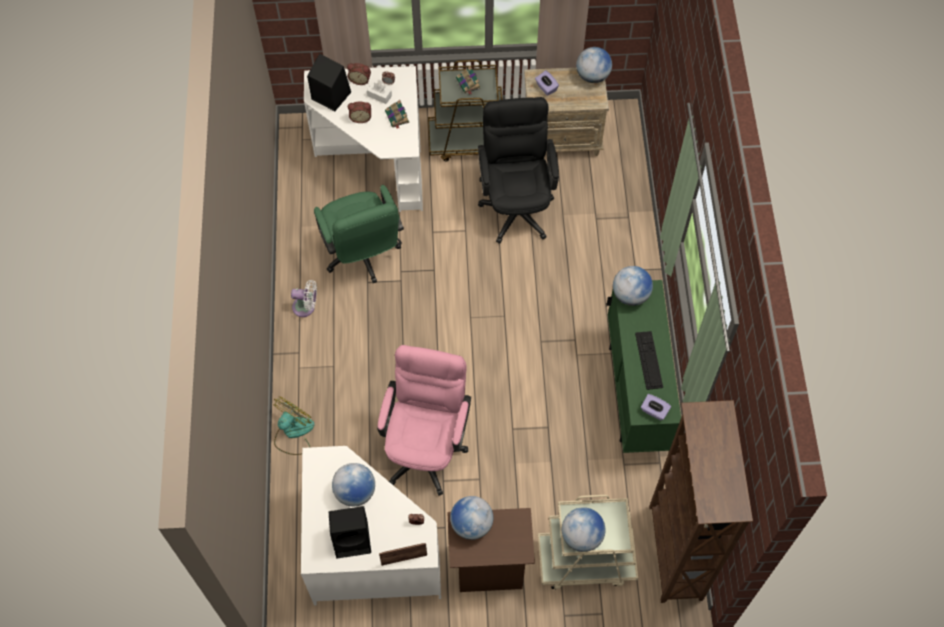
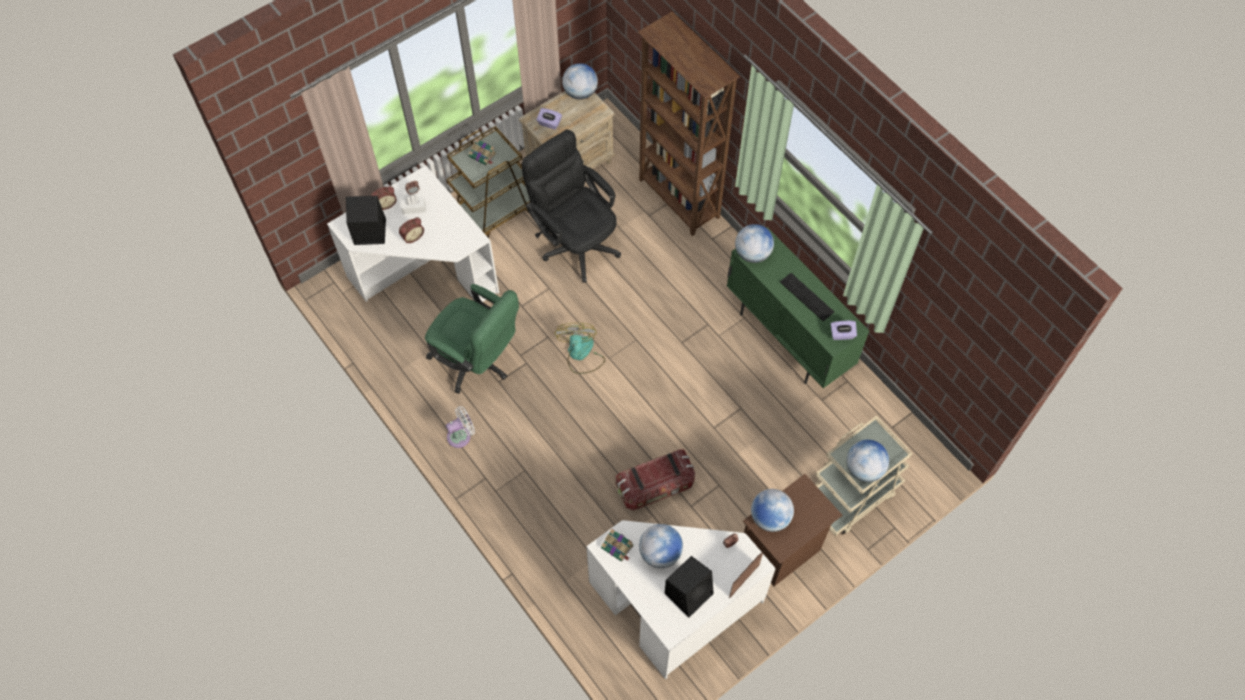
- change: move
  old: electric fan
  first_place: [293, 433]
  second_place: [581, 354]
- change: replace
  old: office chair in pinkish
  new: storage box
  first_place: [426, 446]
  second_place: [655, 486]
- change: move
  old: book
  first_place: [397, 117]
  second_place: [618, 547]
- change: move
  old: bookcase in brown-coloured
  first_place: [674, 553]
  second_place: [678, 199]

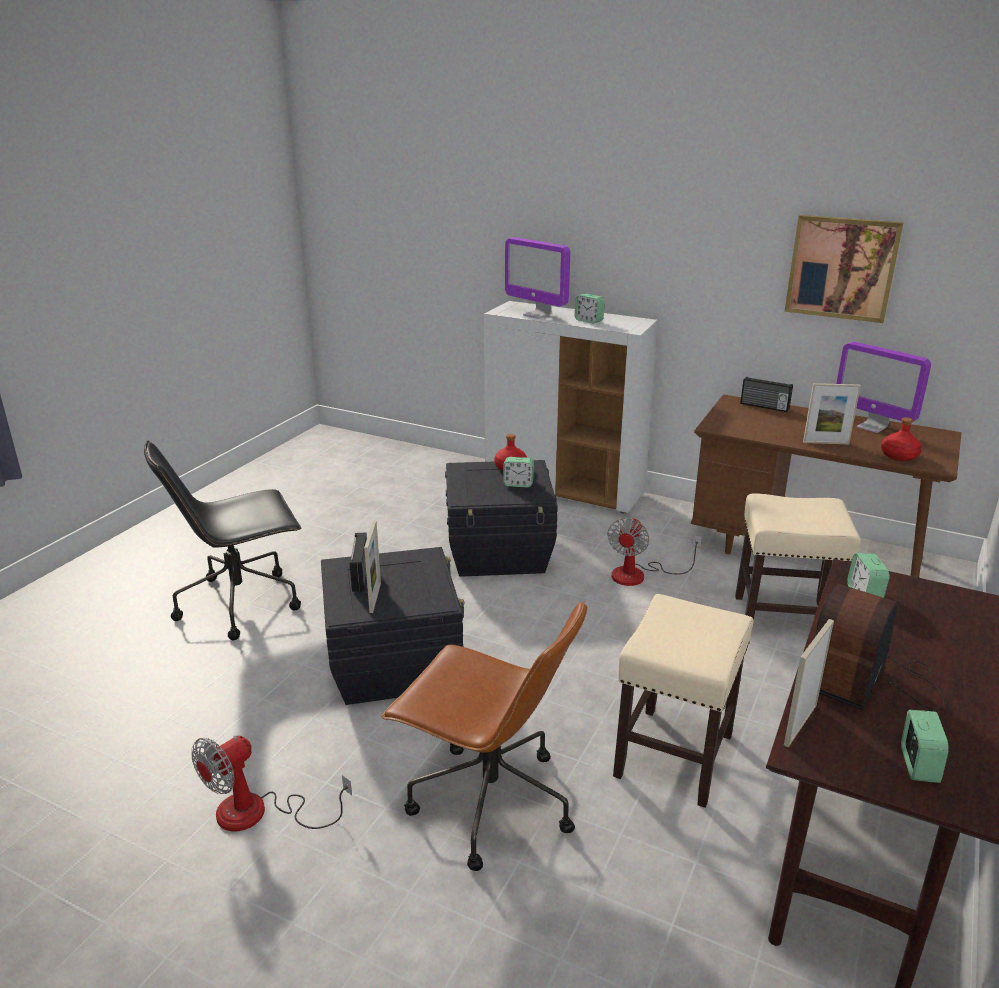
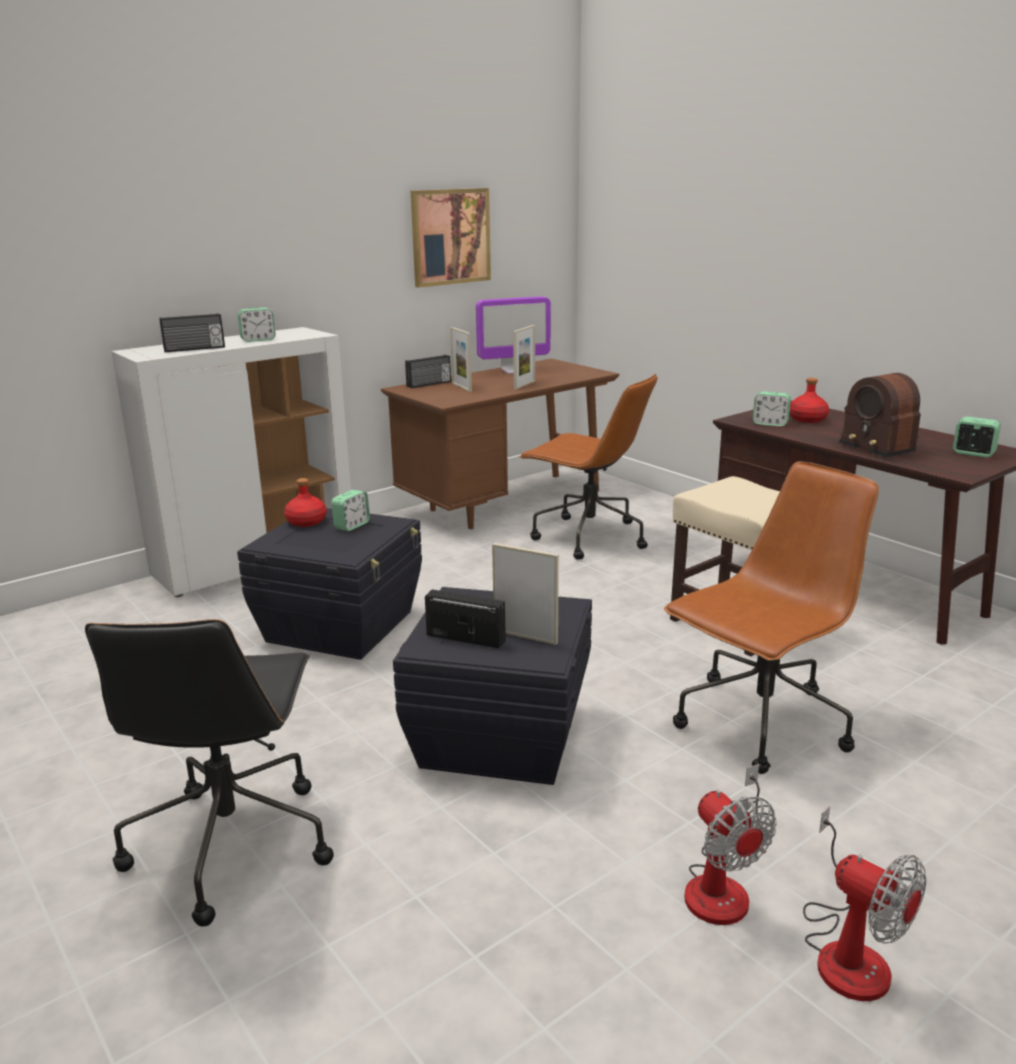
- change: replace
  old: computer screen
  new: radio
  first_place: [537, 315]
  second_place: [194, 349]
- change: move
  old: electric fan
  first_place: [639, 575]
  second_place: [848, 950]
- change: replace
  old: stool in beige-coloured
  new: office chair in brown-coloured
  first_place: [782, 619]
  second_place: [587, 537]
- change: move
  old: standing frame
  first_place: [800, 725]
  second_place: [461, 387]
- change: move
  old: bottle in red-coloured
  first_place: [899, 456]
  second_place: [808, 419]

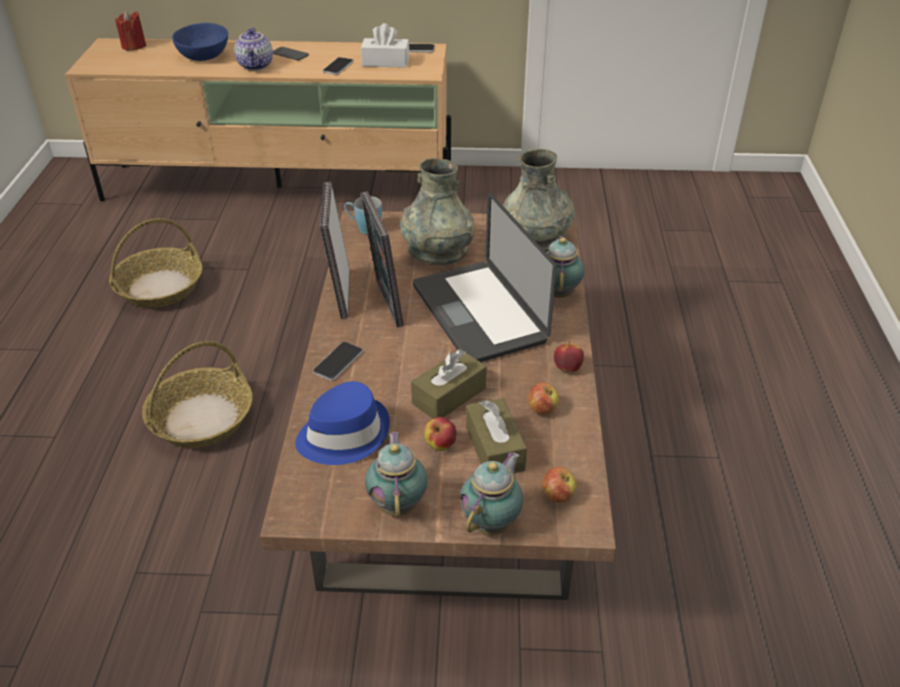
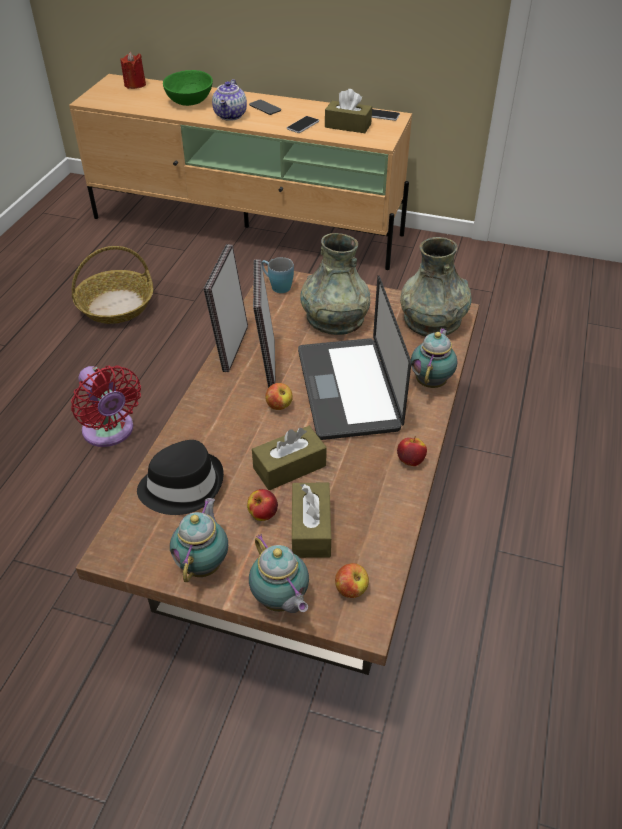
- change: replace
  old: basket
  new: electric fan in red-coloured
  first_place: [202, 418]
  second_place: [110, 432]
- change: recolor
  old: serving bowl in bluish
  new: serving bowl in greenish
  first_place: [203, 56]
  second_place: [189, 101]
- change: recolor
  old: wearable hat in bluish
  new: wearable hat in black-coloured
  first_place: [343, 434]
  second_place: [182, 485]
- change: delete
  old: handset
  first_place: [338, 362]
- change: recolor
  old: tissue holder in white
  new: tissue holder in brown-coloured
  first_place: [385, 62]
  second_place: [348, 126]
- change: rotate
  old: tea pot
  first_place: [492, 522]
  second_place: [280, 601]
  degrees: 105
- change: move
  old: apple
  first_place: [542, 409]
  second_place: [279, 406]

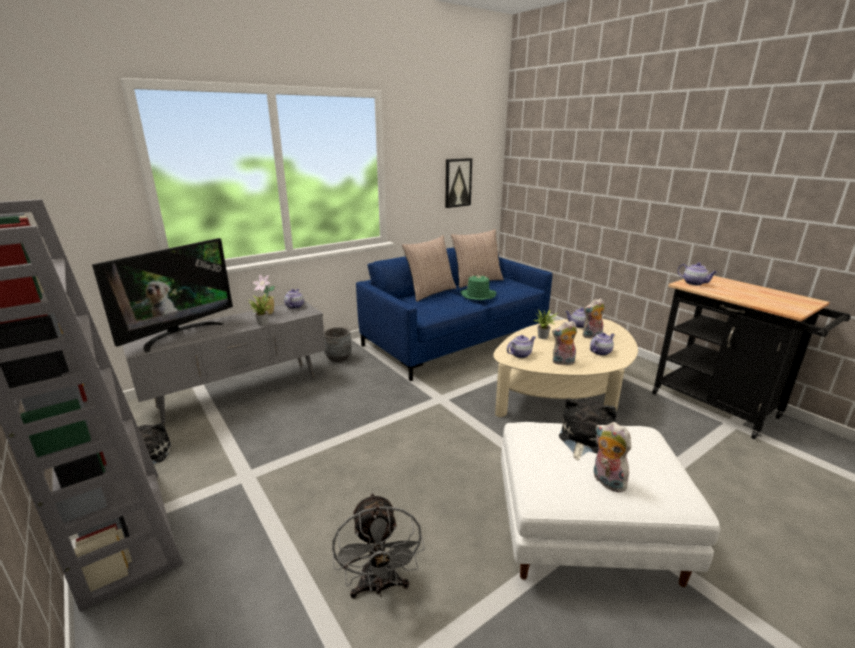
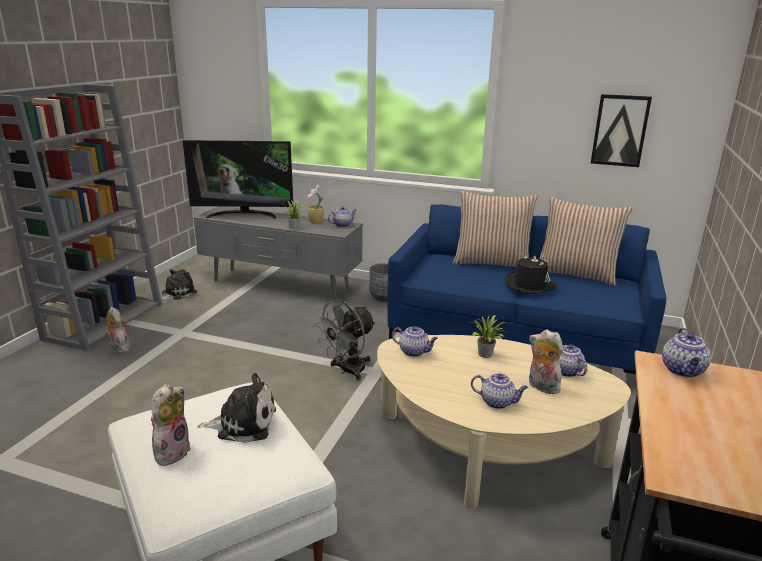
- change: move
  old: electric fan in gray
  first_place: [379, 587]
  second_place: [347, 371]
- change: recolor
  old: wearable hat in greenish
  new: wearable hat in black-coloured
  first_place: [478, 295]
  second_place: [529, 285]
- change: move
  old: cuddly toy
  first_place: [563, 362]
  second_place: [118, 348]

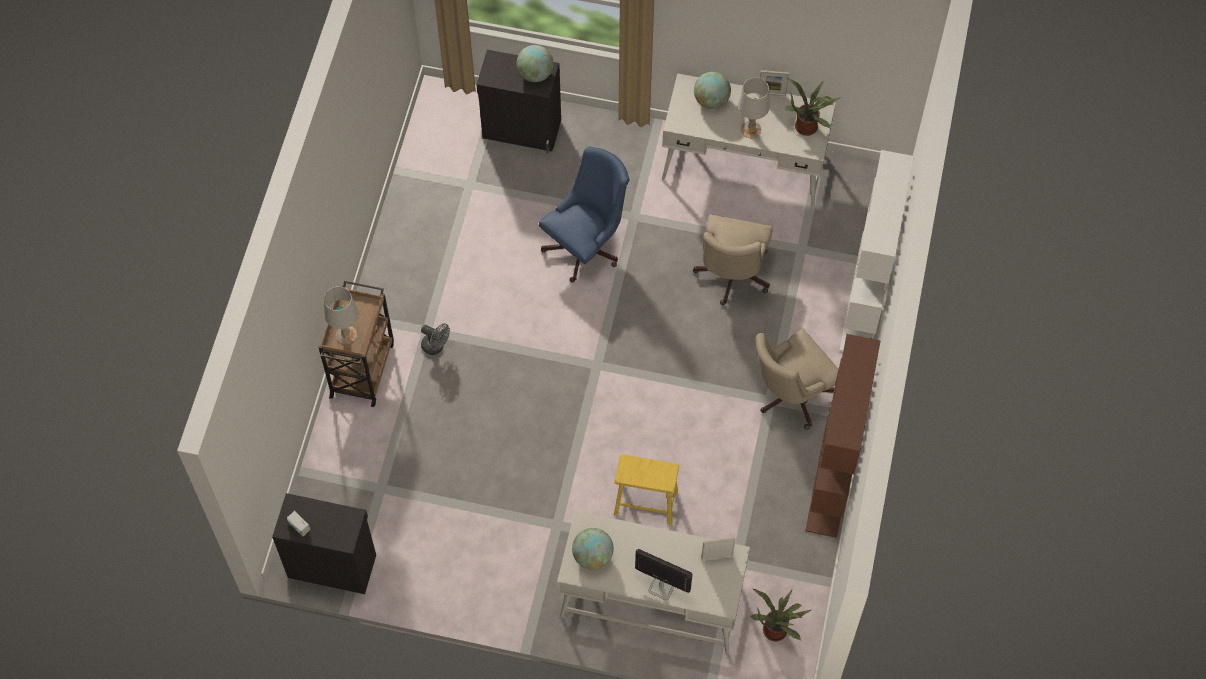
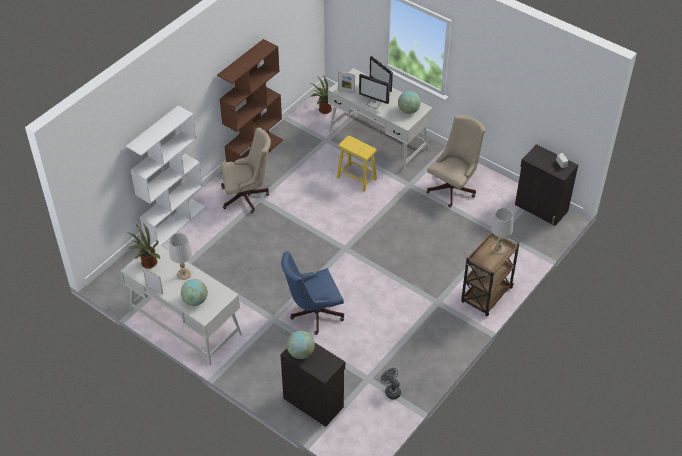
- change: move
  old: electric fan in gray
  first_place: [436, 347]
  second_place: [391, 391]
- change: move
  old: office chair in beige-coloured
  first_place: [731, 276]
  second_place: [454, 188]
- change: insert
  new: computer screen
  second_place: [374, 103]

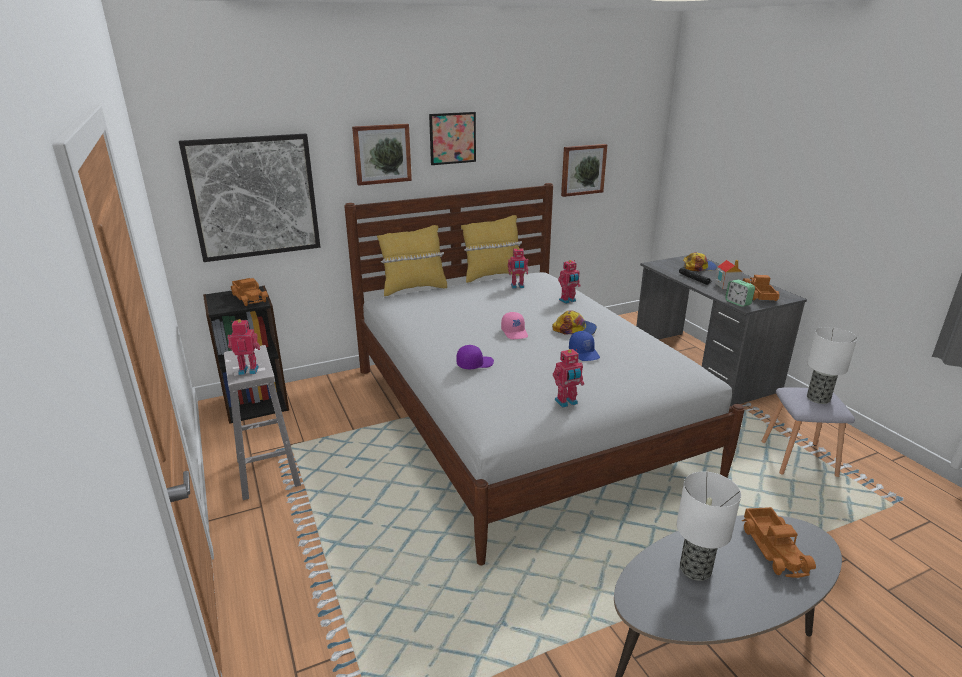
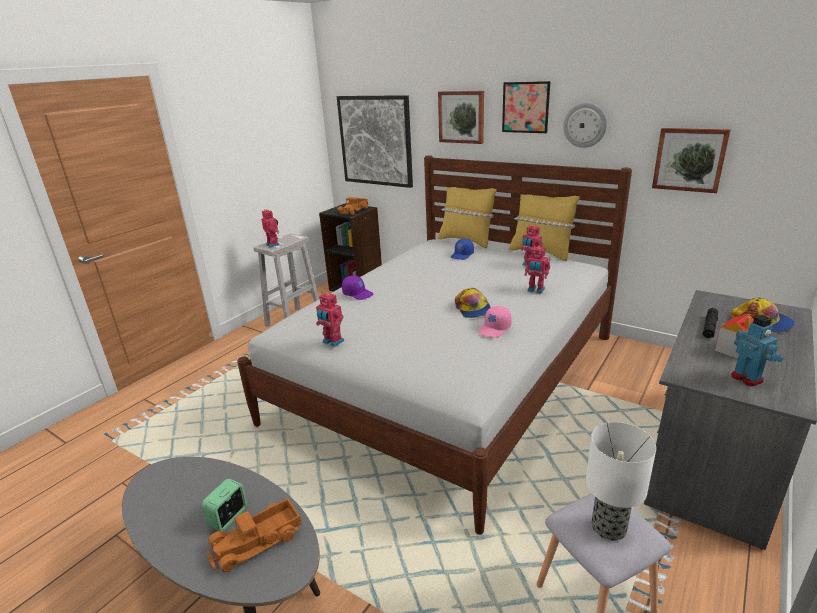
- change: move
  old: peaked cap in pinkish
  first_place: [515, 332]
  second_place: [495, 329]
- change: move
  old: peaked cap in bluish
  first_place: [584, 353]
  second_place: [462, 255]
- change: delete
  old: table lamp
  first_place: [694, 568]
- change: move
  old: table clock
  first_place: [738, 303]
  second_place: [229, 517]
- change: replace
  old: toy lorry
  new: toy robot
  first_place: [758, 294]
  second_place: [747, 378]
- change: insert
  new: hanging clock
  second_place: [585, 125]

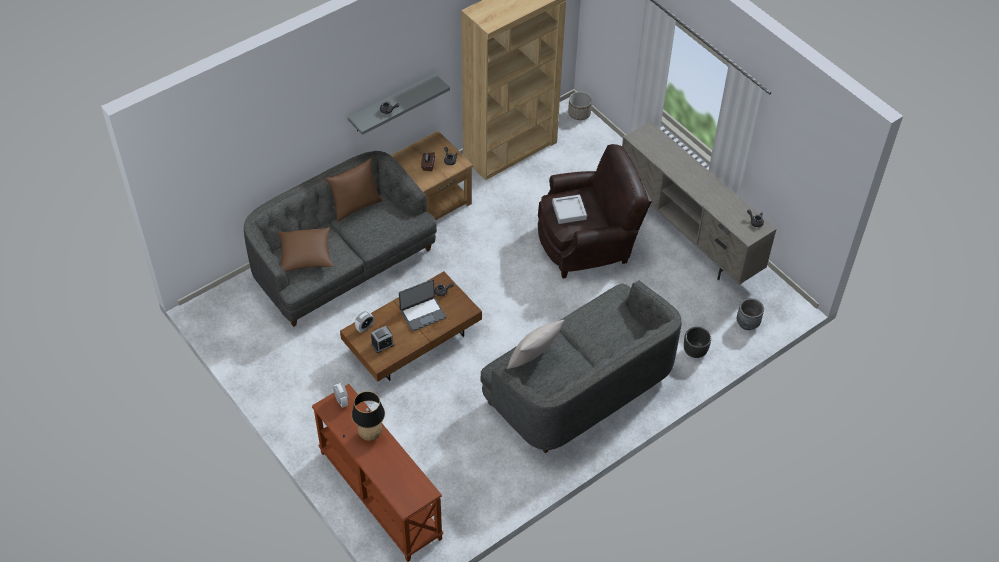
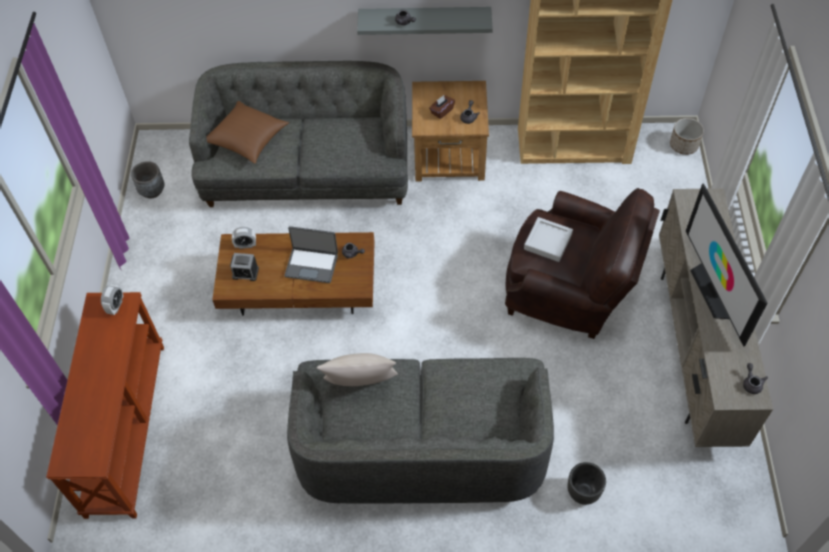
- change: delete
  old: throw pillow in brown-coloured
  first_place: [355, 206]
- change: delete
  old: table lamp
  first_place: [367, 432]
- change: move
  old: plant pot in gray
  first_place: [747, 323]
  second_place: [152, 191]
- change: insert
  new: TV set
  second_place: [713, 291]

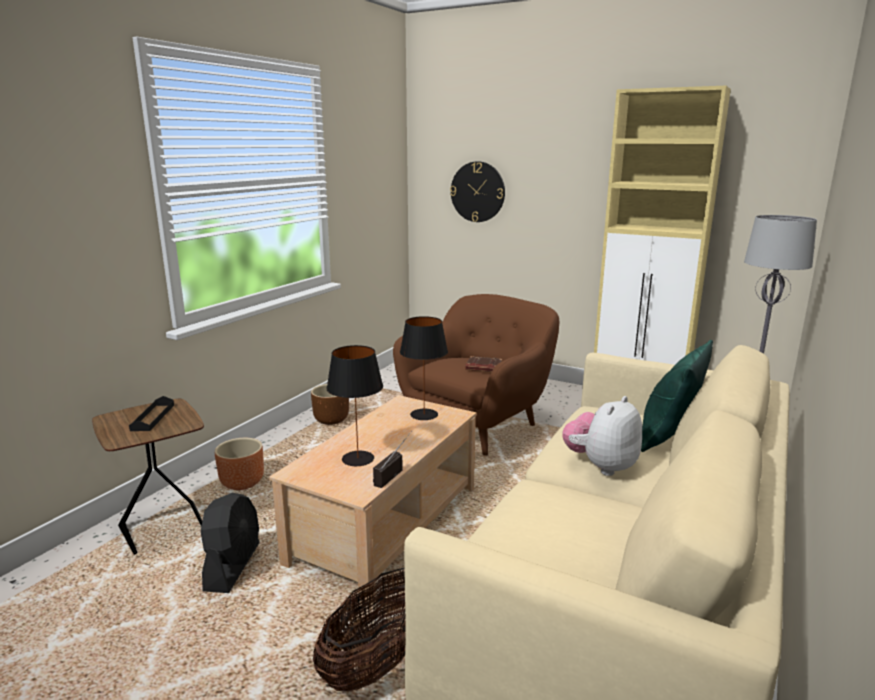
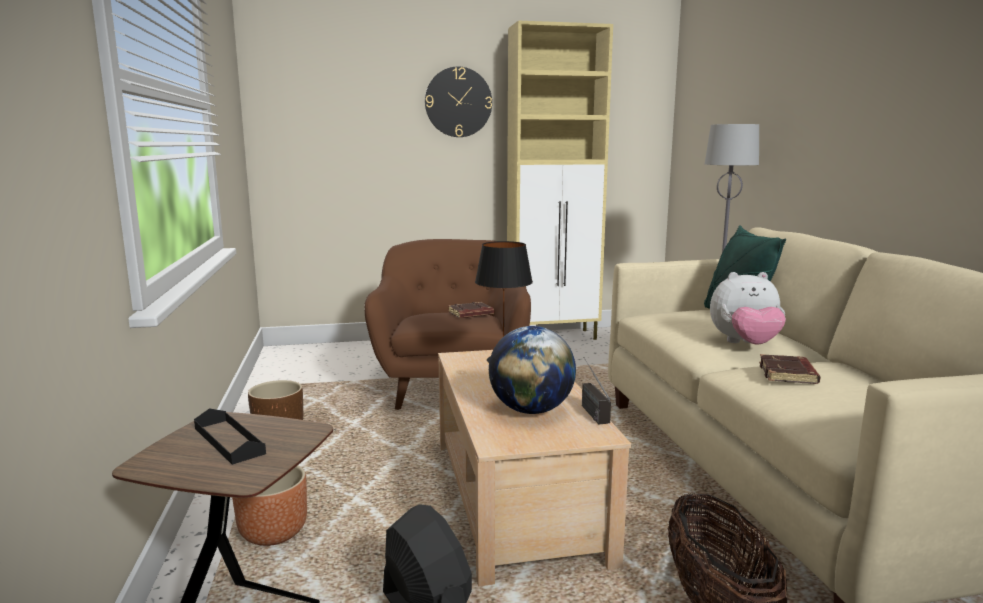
- change: replace
  old: table lamp in black-coloured
  new: globe
  first_place: [358, 458]
  second_place: [531, 410]
- change: move
  old: hanging clock
  first_place: [477, 192]
  second_place: [458, 102]
- change: rotate
  old: cuddly toy
  first_place: [601, 466]
  second_place: [745, 344]
  degrees: -90
- change: insert
  new: book in brown-coloured
  second_place: [788, 374]

